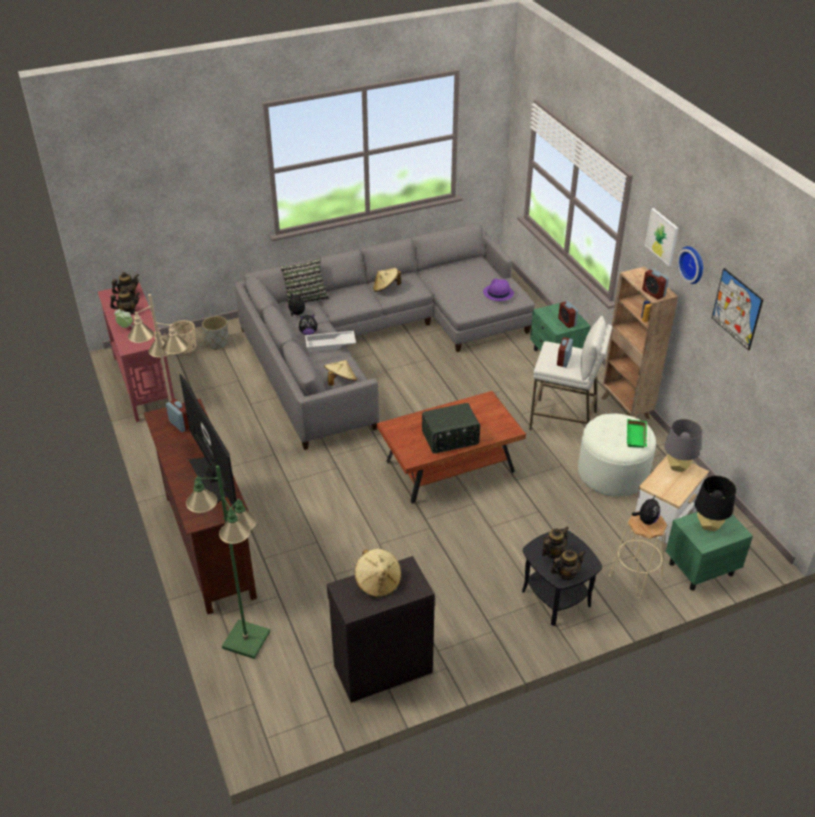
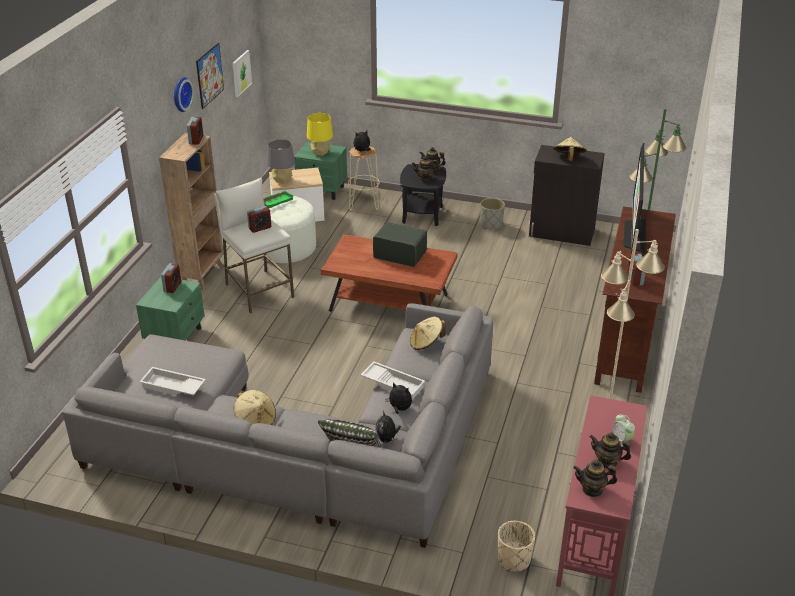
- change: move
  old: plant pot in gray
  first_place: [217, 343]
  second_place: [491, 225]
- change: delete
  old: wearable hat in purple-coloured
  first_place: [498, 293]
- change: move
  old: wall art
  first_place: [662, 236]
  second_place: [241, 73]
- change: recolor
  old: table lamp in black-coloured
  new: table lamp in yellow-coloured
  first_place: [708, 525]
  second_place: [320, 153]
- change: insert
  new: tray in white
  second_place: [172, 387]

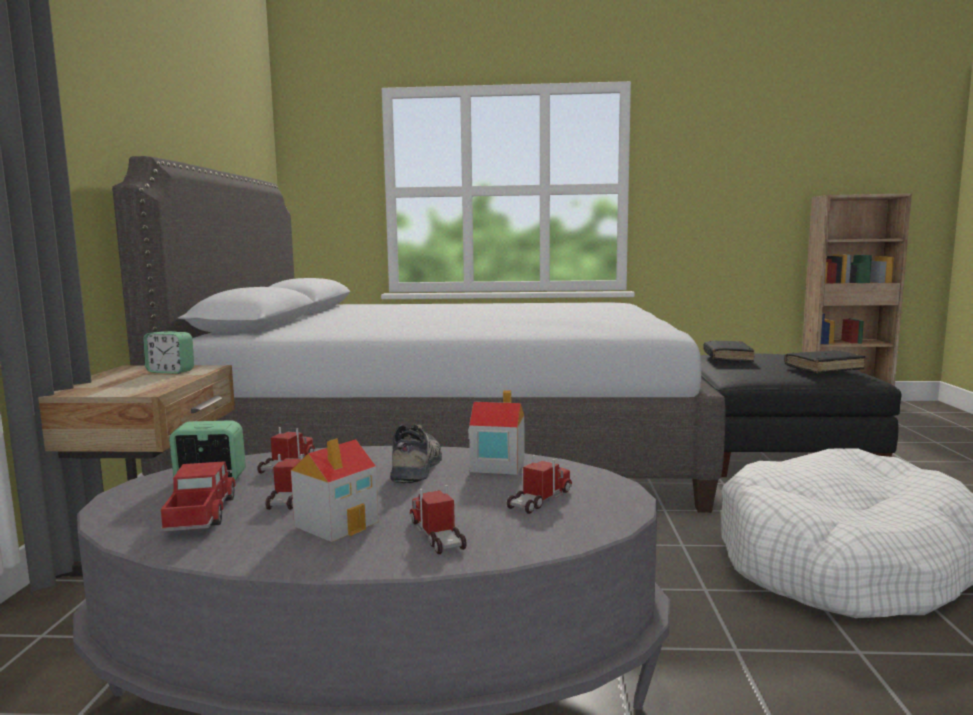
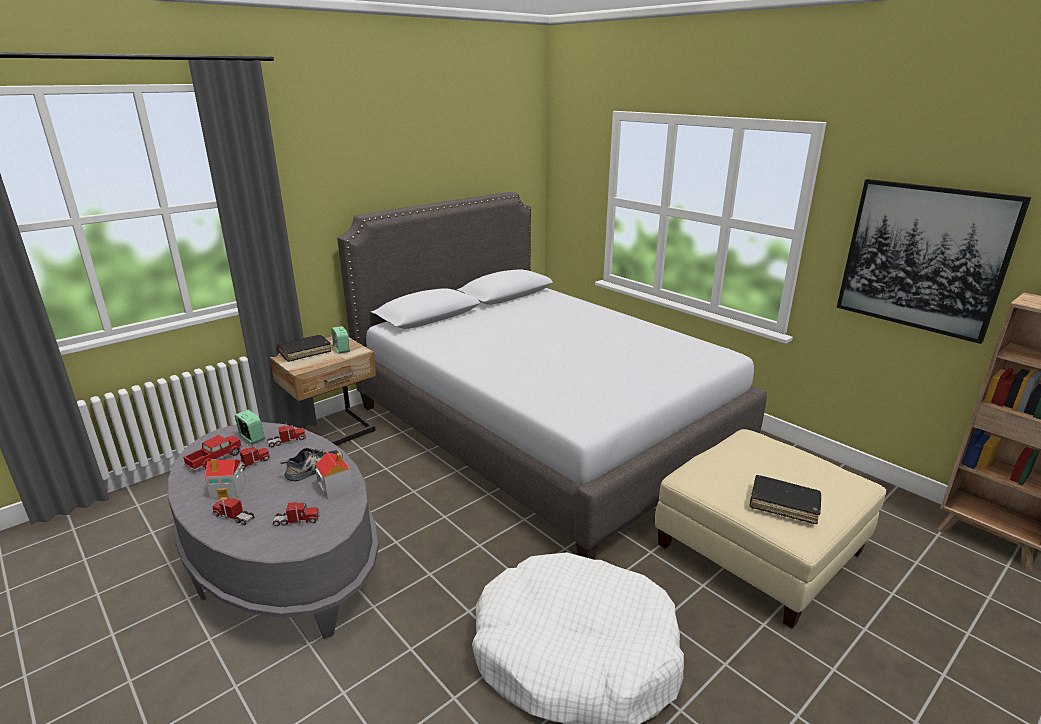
- change: rotate
  old: toy lorry
  first_place: [437, 535]
  second_place: [234, 517]
  degrees: -90
- change: recolor
  old: footrest in black-coloured
  new: footrest in beige-coloured
  first_place: [771, 452]
  second_place: [758, 548]
- change: move
  old: book in black-coloured
  first_place: [727, 358]
  second_place: [305, 352]
- change: insert
  new: wall art
  second_place: [923, 258]

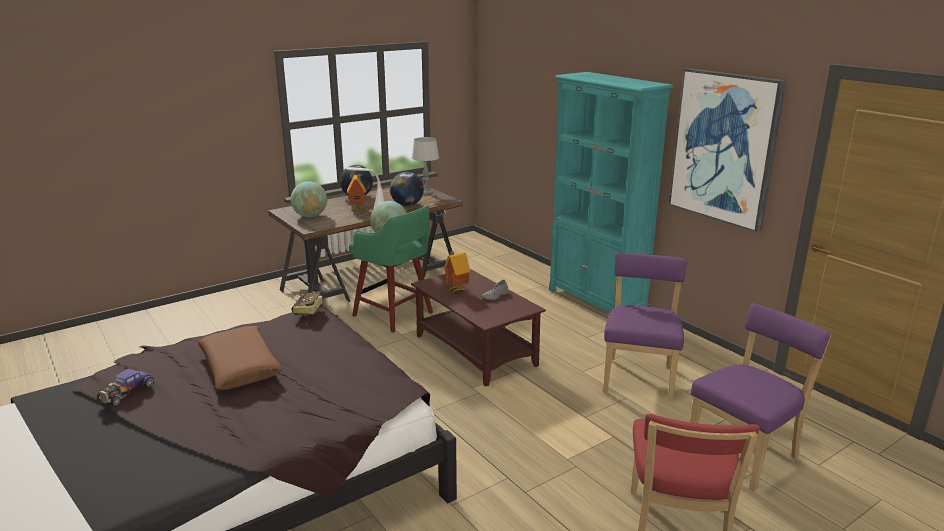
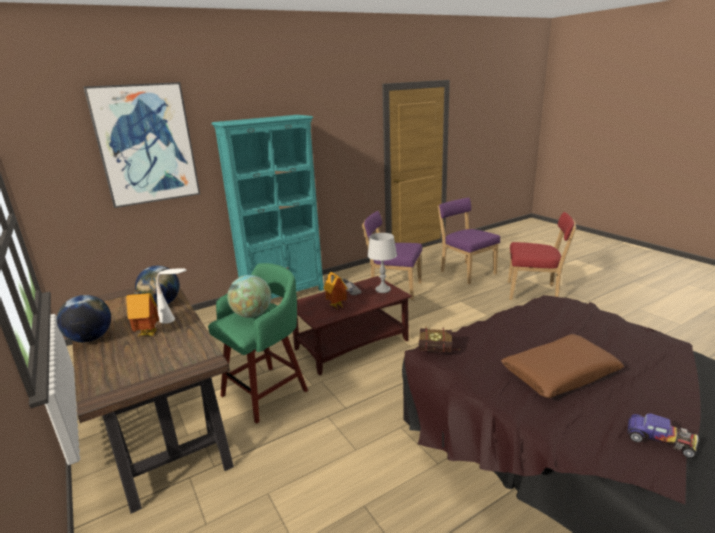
- change: delete
  old: globe
  first_place: [310, 216]
- change: move
  old: table lamp in gray
  first_place: [426, 192]
  second_place: [382, 290]
- change: move
  old: wall art
  first_place: [724, 148]
  second_place: [146, 144]

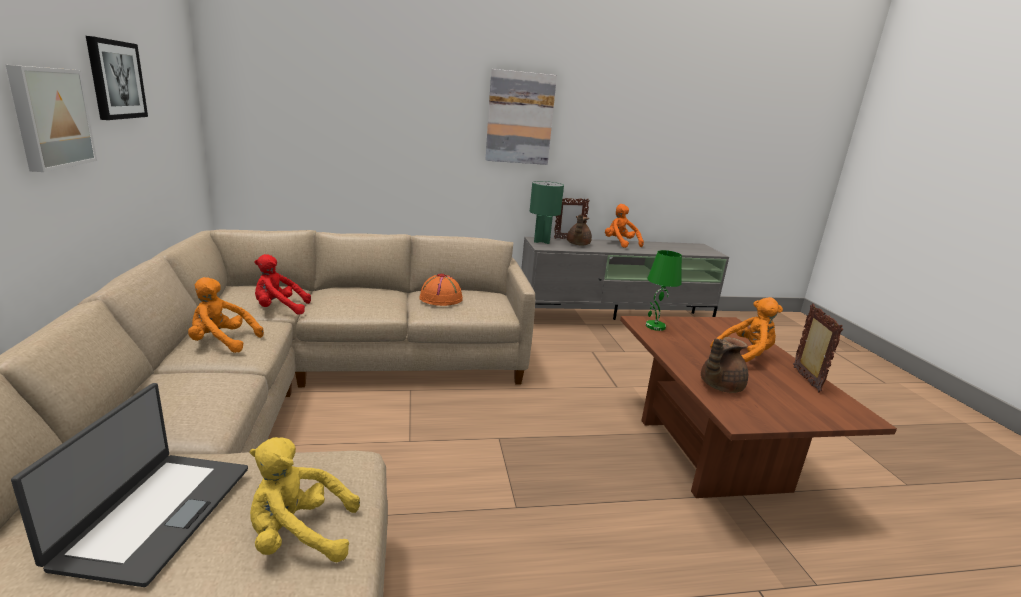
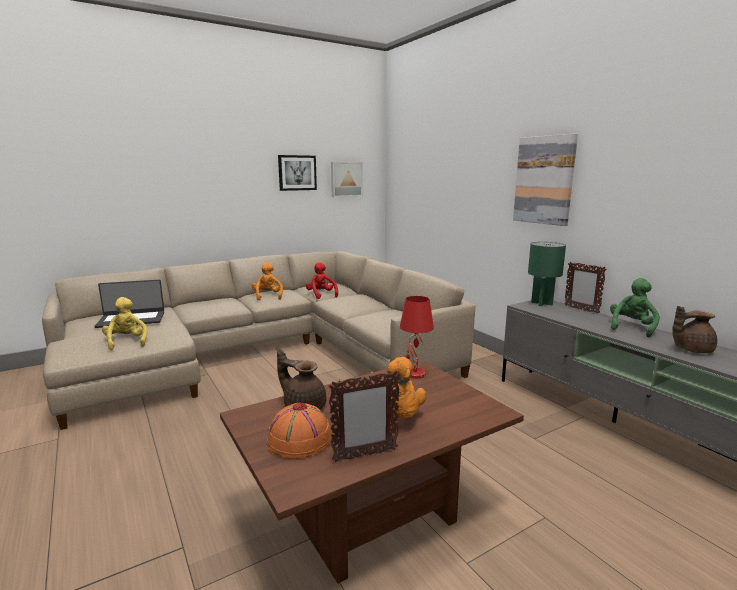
- change: move
  old: wall art
  first_place: [49, 117]
  second_place: [346, 179]
- change: move
  old: wearable hat in orangey
  first_place: [441, 298]
  second_place: [299, 440]
- change: move
  old: tea pot in brown-coloured
  first_place: [577, 244]
  second_place: [690, 349]
- change: recolor
  old: cuddly toy in orangey
  new: cuddly toy in greenish
  first_place: [620, 243]
  second_place: [631, 328]
- change: recolor
  old: table lamp in greenish
  new: table lamp in red-coloured
  first_place: [655, 326]
  second_place: [414, 374]

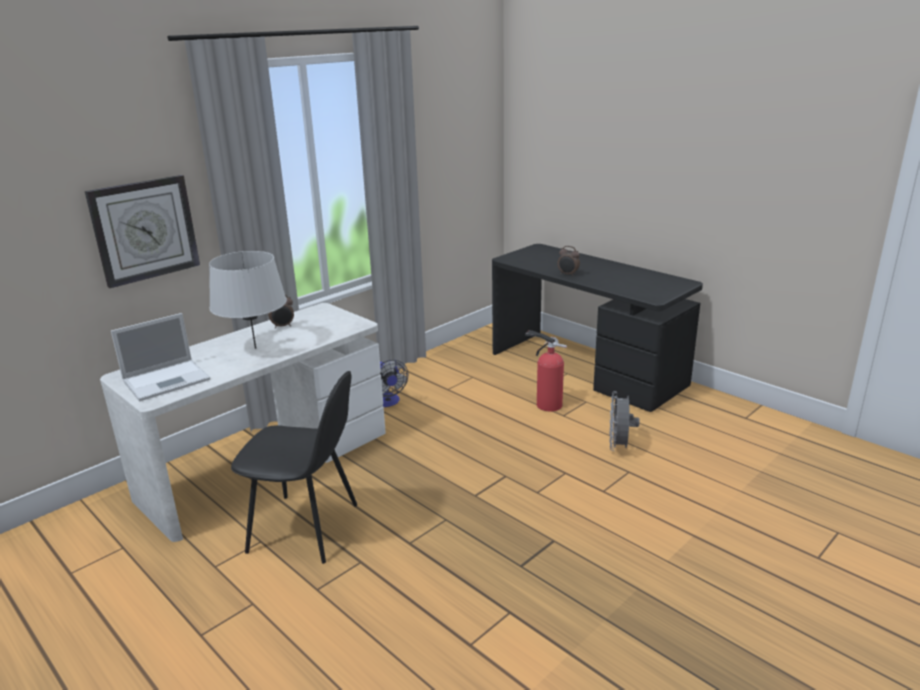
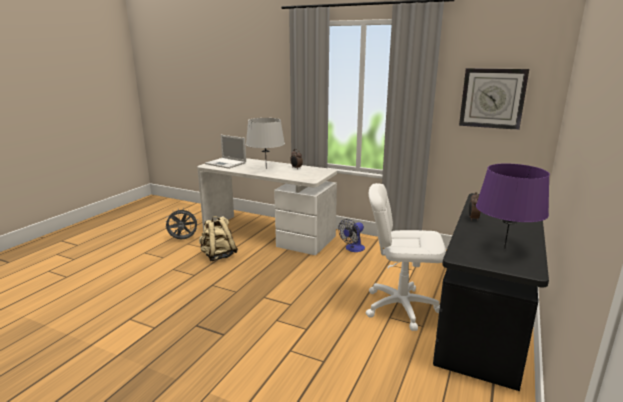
- change: move
  old: hanging clock
  first_place: [144, 230]
  second_place: [492, 98]
- change: replace
  old: upright chair in black-coloured
  new: rucksack in beige-coloured
  first_place: [307, 528]
  second_place: [218, 256]
- change: replace
  old: extinguisher
  new: office chair in white
  first_place: [546, 404]
  second_place: [400, 307]
- change: move
  old: electric fan in gray
  first_place: [619, 446]
  second_place: [183, 239]
- change: insert
  new: table lamp in purple-coloured
  second_place: [504, 249]

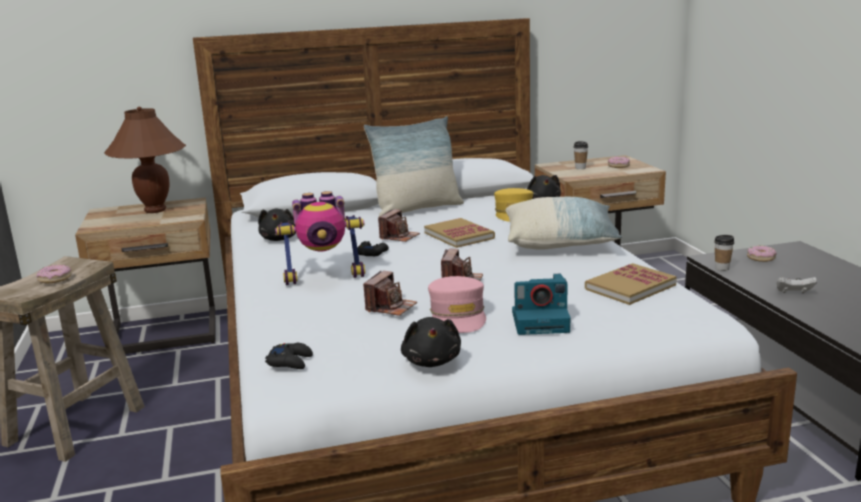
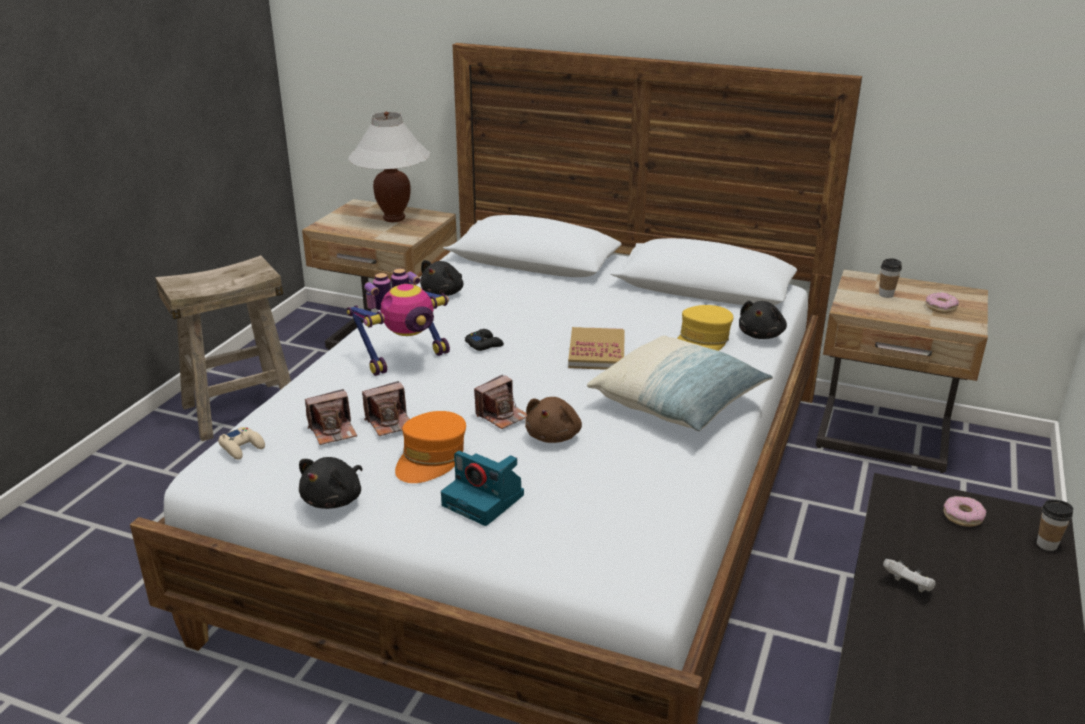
- change: delete
  old: ring doughnut
  first_place: [55, 279]
- change: recolor
  old: table lamp in brown-coloured
  new: table lamp in white
  first_place: [155, 210]
  second_place: [394, 218]
- change: recolor
  old: game controller in black-coloured
  new: game controller in beige-coloured
  first_place: [290, 361]
  second_place: [242, 447]
- change: rotate
  old: toy robot
  first_place: [324, 276]
  second_place: [405, 358]
  degrees: -60
- change: delete
  old: throw pillow
  first_place: [417, 210]
- change: move
  old: photo camera
  first_place: [399, 237]
  second_place: [333, 431]
- change: recolor
  old: peaked cap in pinkish
  new: peaked cap in orangey
  first_place: [458, 316]
  second_place: [431, 458]
- change: delete
  old: book
  first_place: [630, 287]
- change: move
  old: cup
  first_place: [722, 268]
  second_place: [1046, 544]
- change: insert
  new: cuddly toy in brown-coloured
  second_place: [554, 436]

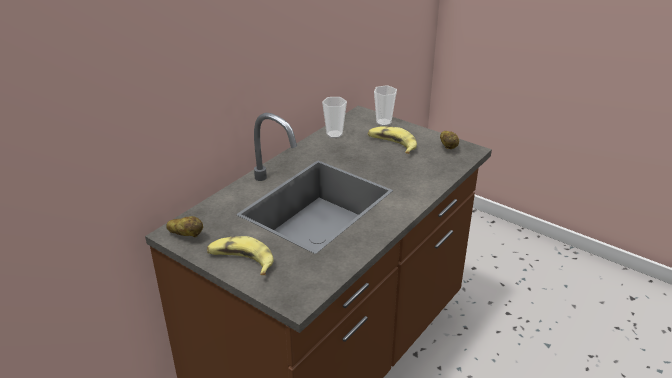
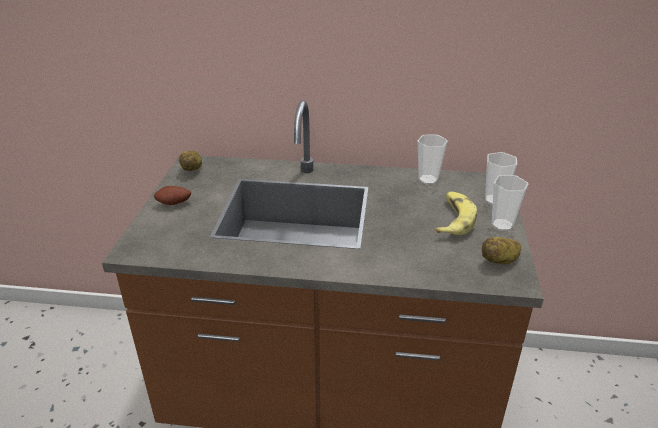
- change: replace
  old: whole banana
  new: whole potato
  first_place: [241, 261]
  second_place: [174, 204]
- change: insert
  new: cup
  second_place: [502, 225]

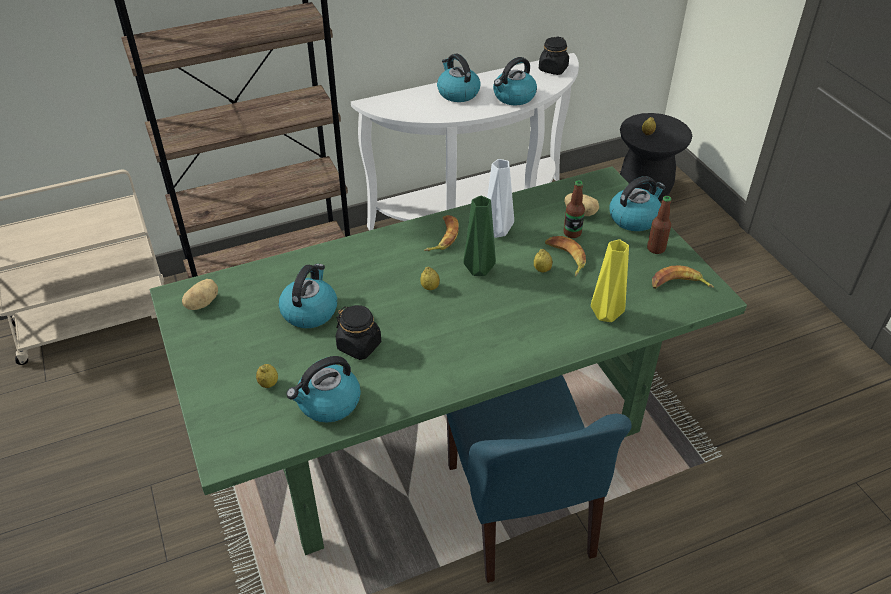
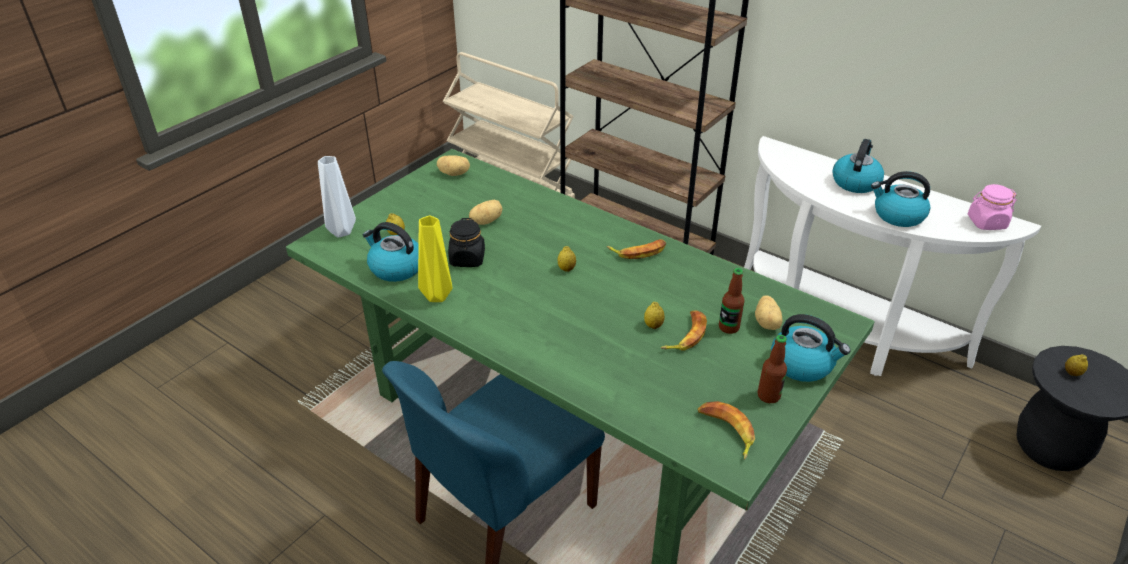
- change: replace
  old: water kettle
  new: whole potato
  first_place: [309, 311]
  second_place: [486, 221]
- change: delete
  old: vase in greenish
  first_place: [477, 270]
- change: move
  old: vase in white
  first_place: [496, 232]
  second_place: [340, 231]
- change: recolor
  old: preserve jar in black-coloured
  new: preserve jar in pinkish
  first_place: [553, 69]
  second_place: [986, 222]
- change: move
  old: vase in yellow-coloured
  first_place: [606, 316]
  second_place: [436, 296]

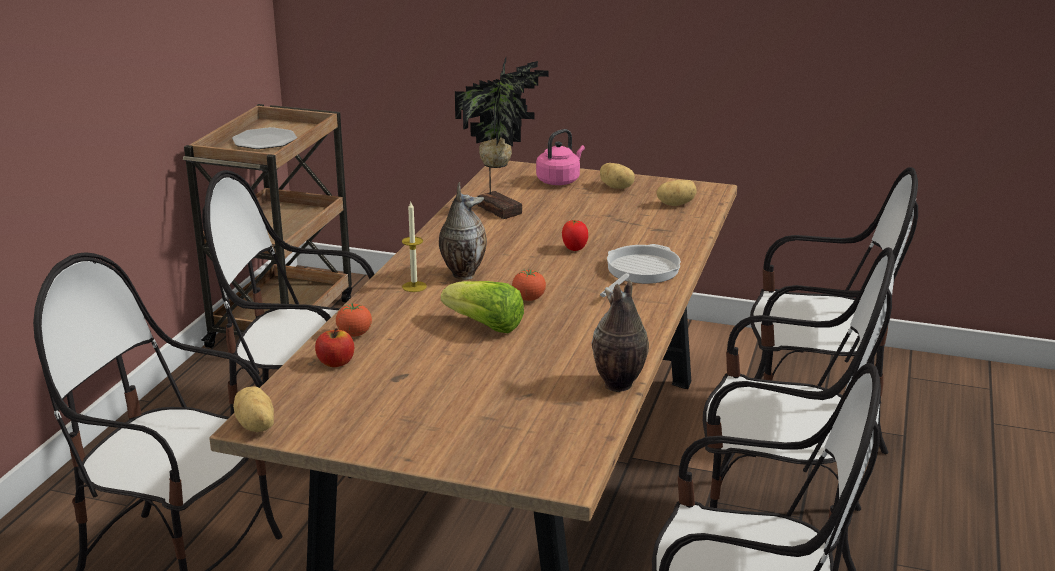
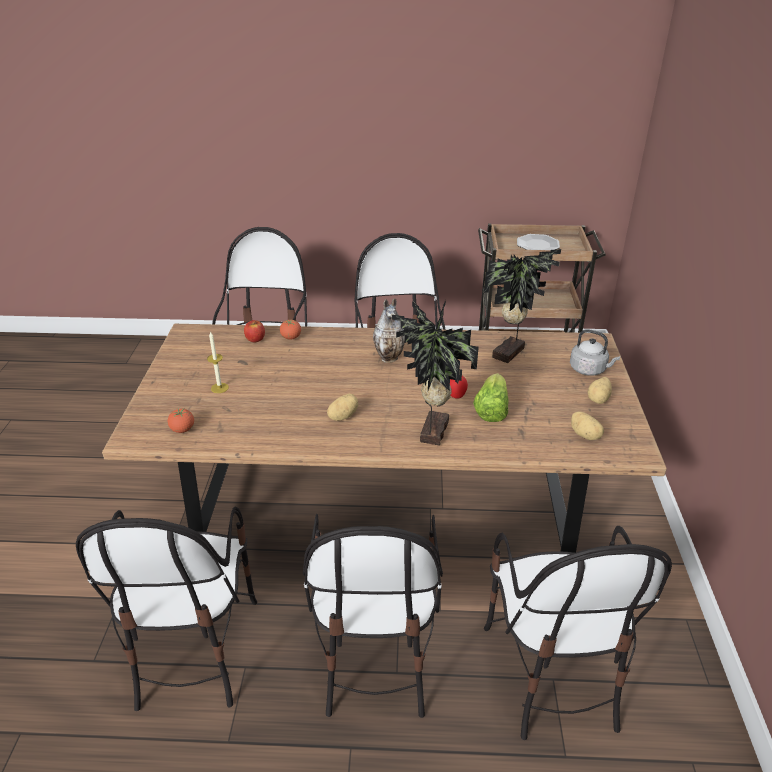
- change: move
  old: whole potato
  first_place: [255, 426]
  second_place: [342, 416]
- change: move
  old: wax candle
  first_place: [414, 286]
  second_place: [219, 388]
- change: move
  old: head of lettuce
  first_place: [485, 326]
  second_place: [491, 410]
- change: move
  old: tomato
  first_place: [528, 299]
  second_place: [182, 430]
- change: recolor
  old: water kettle in pinkish
  new: water kettle in gray
  first_place: [559, 180]
  second_place: [589, 370]
- change: delete
  old: vase
  first_place: [617, 385]
- change: replace
  old: pan
  new: plant in a pot
  first_place: [639, 272]
  second_place: [431, 431]

